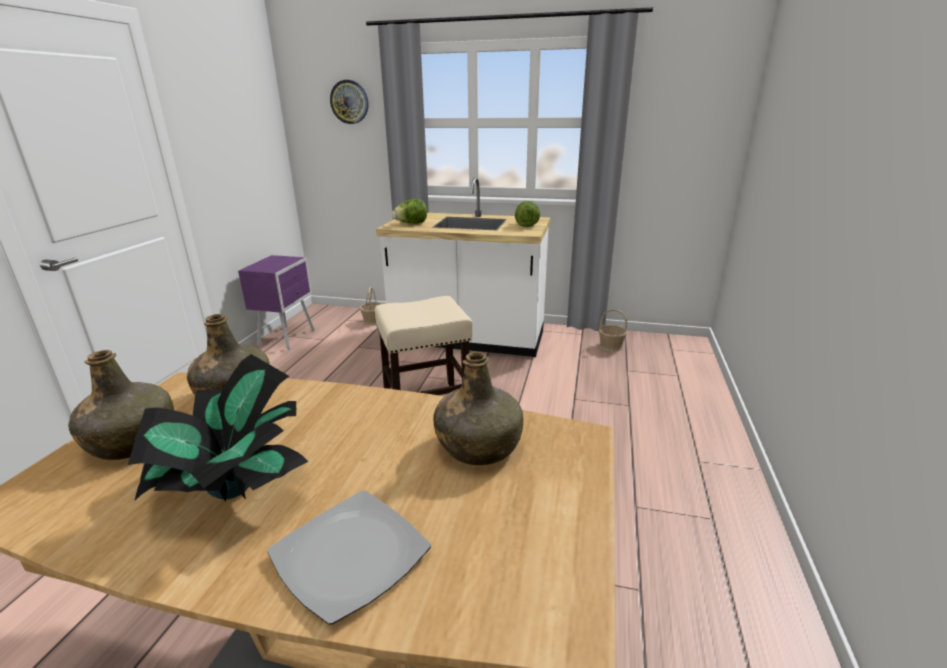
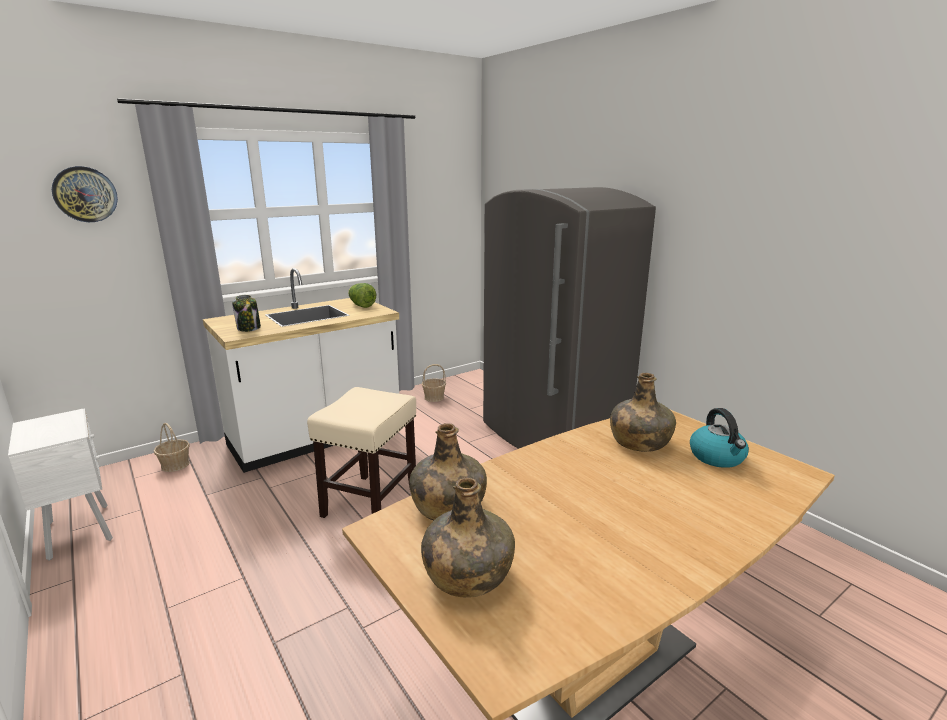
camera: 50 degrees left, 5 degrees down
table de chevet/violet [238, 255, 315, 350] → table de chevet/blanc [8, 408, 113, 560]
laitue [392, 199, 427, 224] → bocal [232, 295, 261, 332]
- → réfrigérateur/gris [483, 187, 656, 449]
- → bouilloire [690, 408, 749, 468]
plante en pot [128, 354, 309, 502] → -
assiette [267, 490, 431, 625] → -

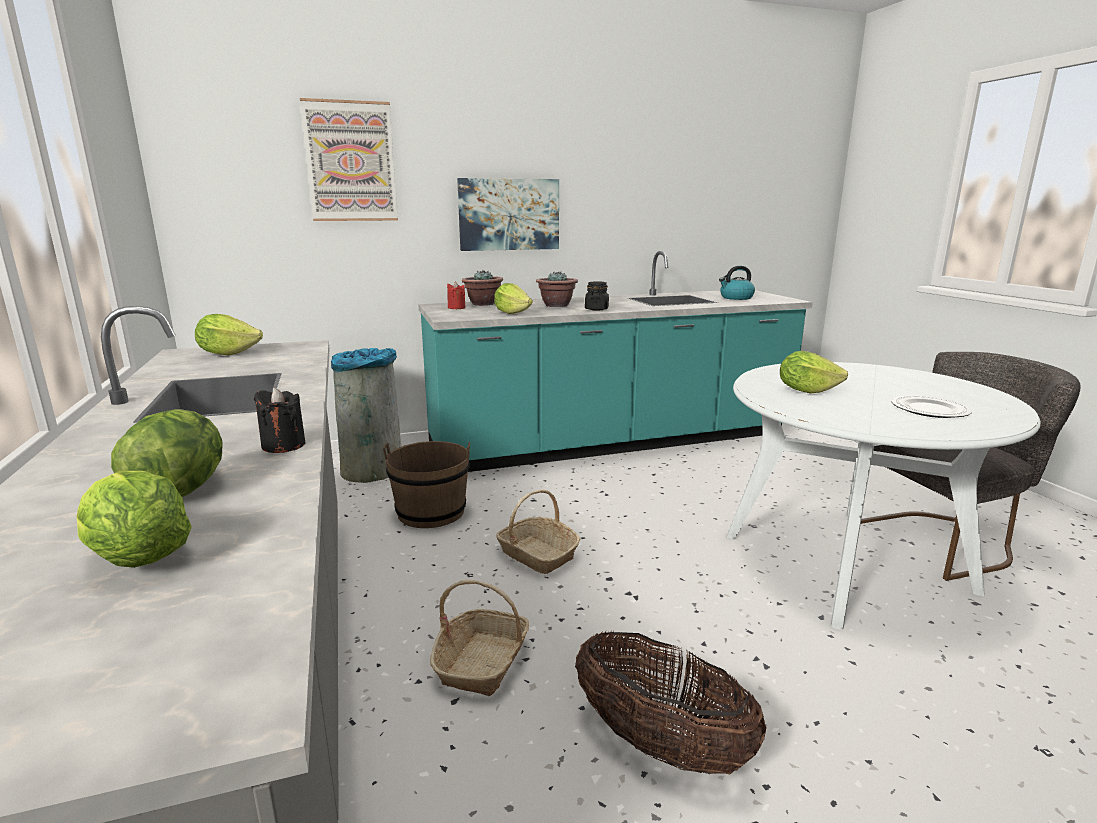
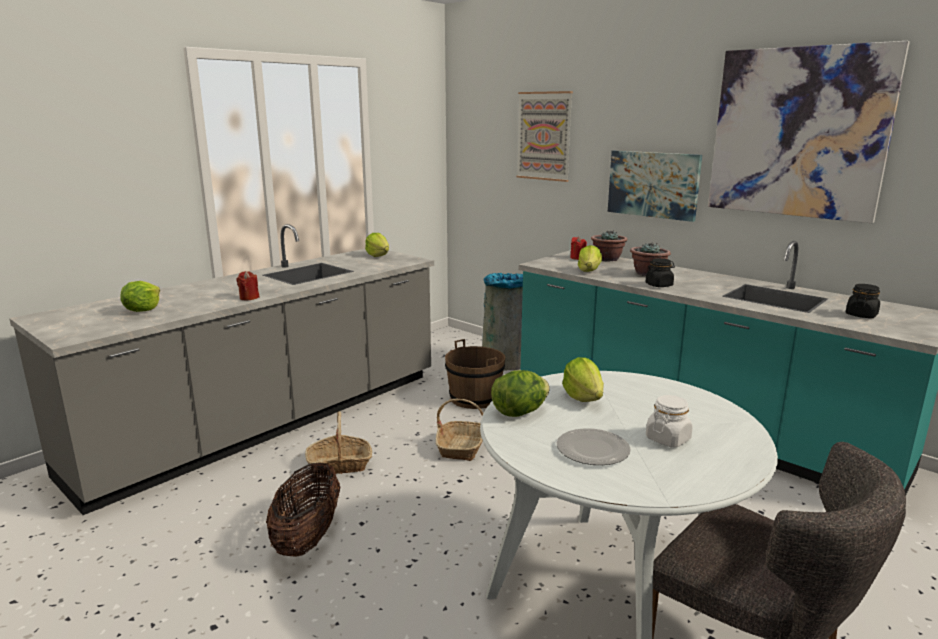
camera: 60 degrees right, 0 degrees up
bougie/noir [254, 388, 306, 453] → bougie/rouge [236, 271, 260, 301]
laitue [111, 409, 223, 497] → laitue [491, 370, 550, 417], relocated
- → bocal/blanc [646, 395, 693, 448]
- → tableau [708, 41, 910, 223]
bouilloire [719, 266, 755, 300] → bocal/noir [846, 284, 880, 318]

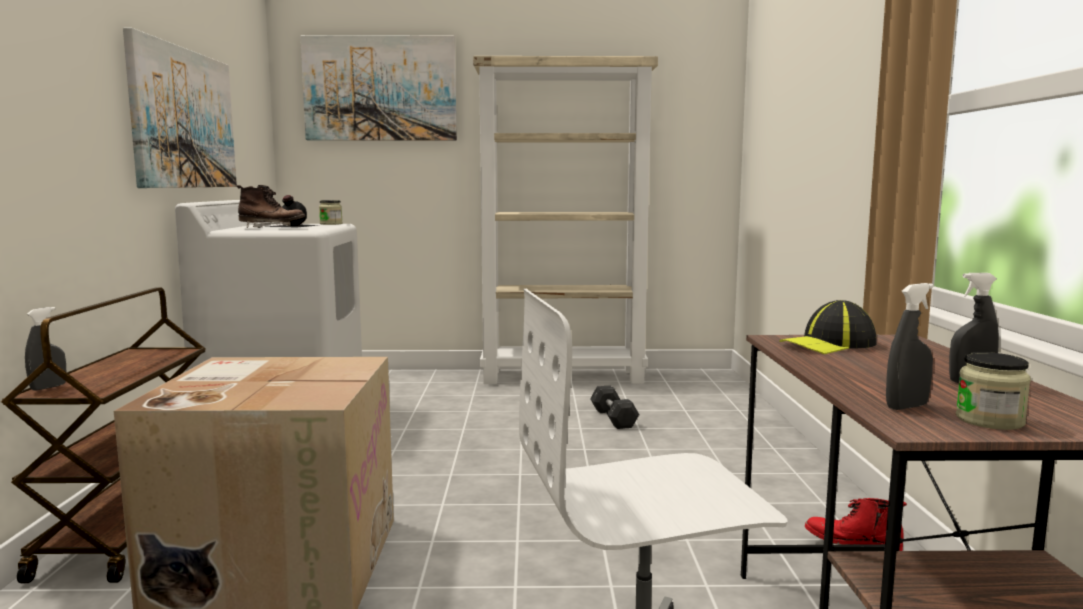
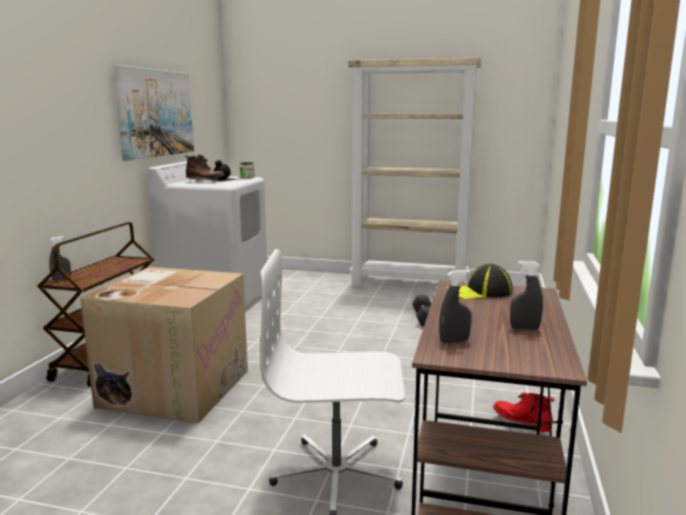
camera: 15 degrees right, 5 degrees up
tableau [300, 35, 457, 140] → -
bocal [956, 352, 1031, 430] → -

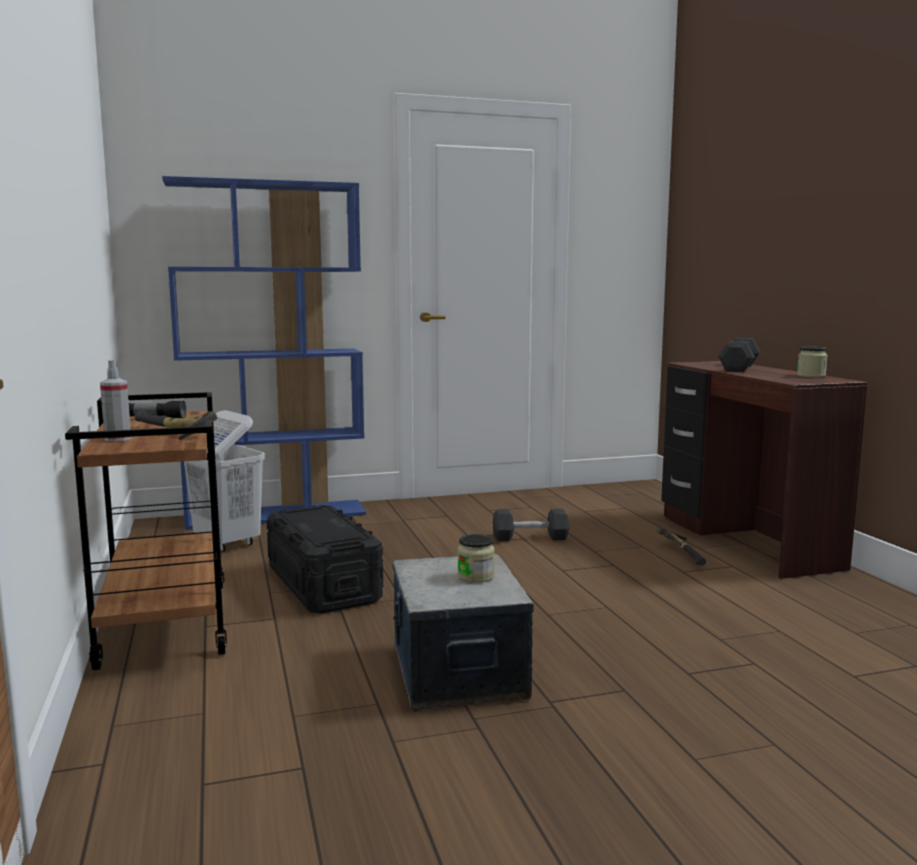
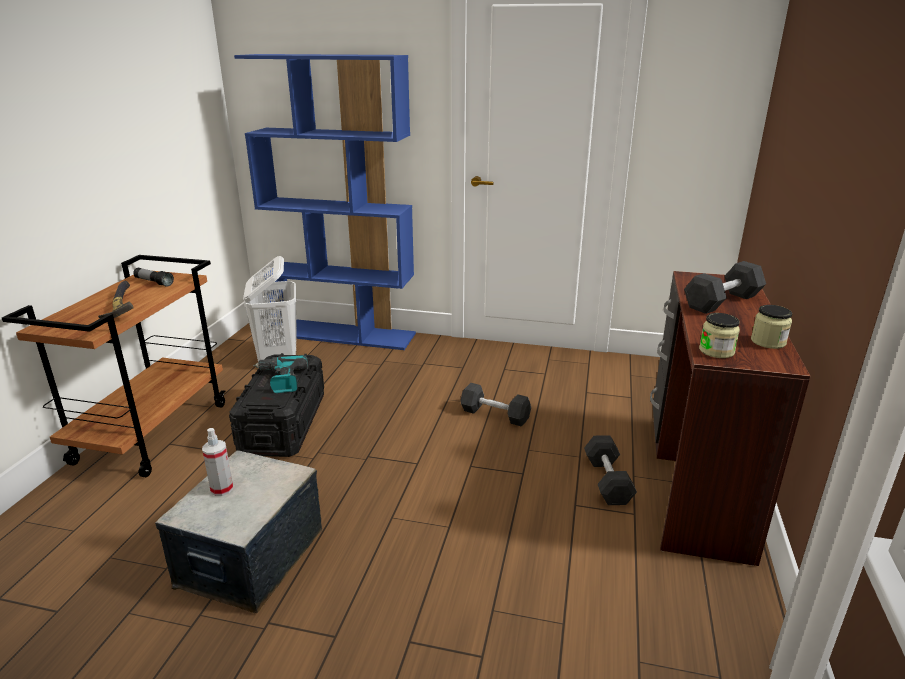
camera: 30 degrees right, 15 degrees up
vaporisateur [100, 360, 131, 442] → vaporisateur [202, 428, 233, 496], relocated
- → perceuse [253, 355, 308, 393]
marteau [657, 527, 706, 565] → haltère/noir [584, 435, 637, 505]
bocal [457, 534, 495, 583] → bocal [699, 313, 740, 358], relocated

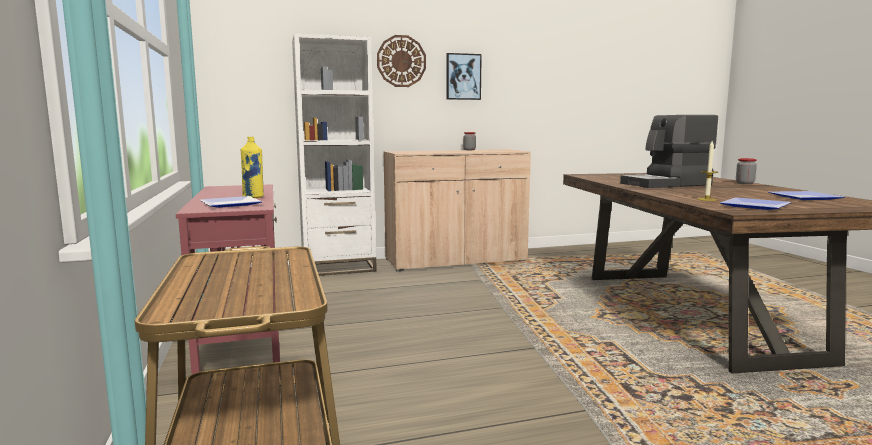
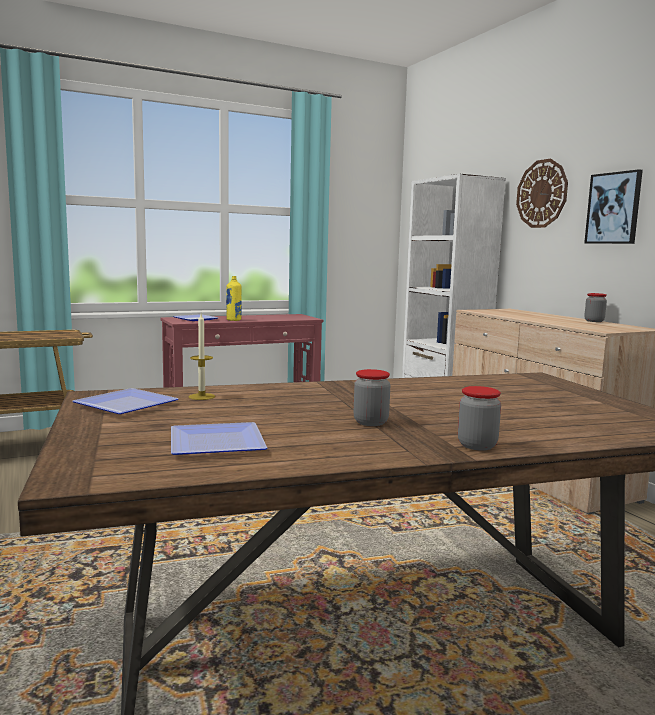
camera: 80 degrees right, 0 degrees up
- → bocal [353, 369, 390, 426]
machine à café [620, 115, 718, 188] → -

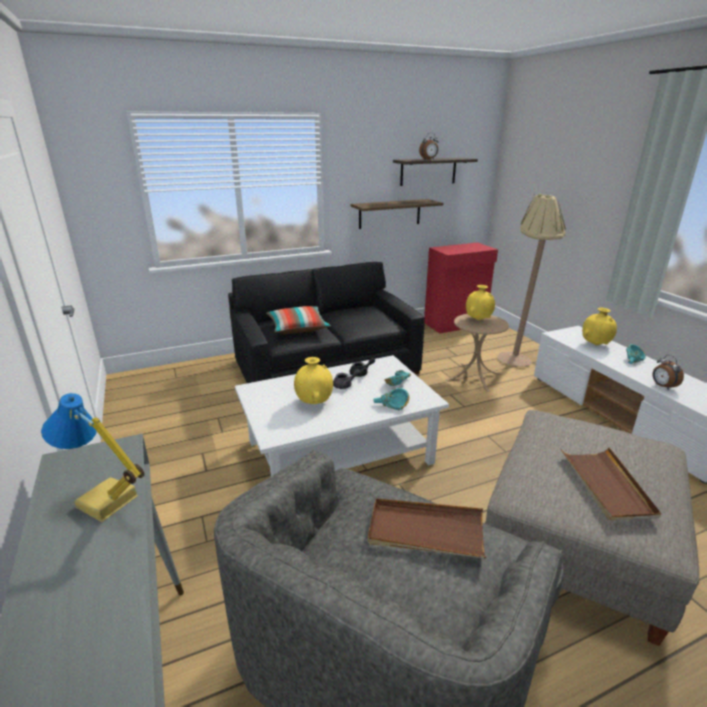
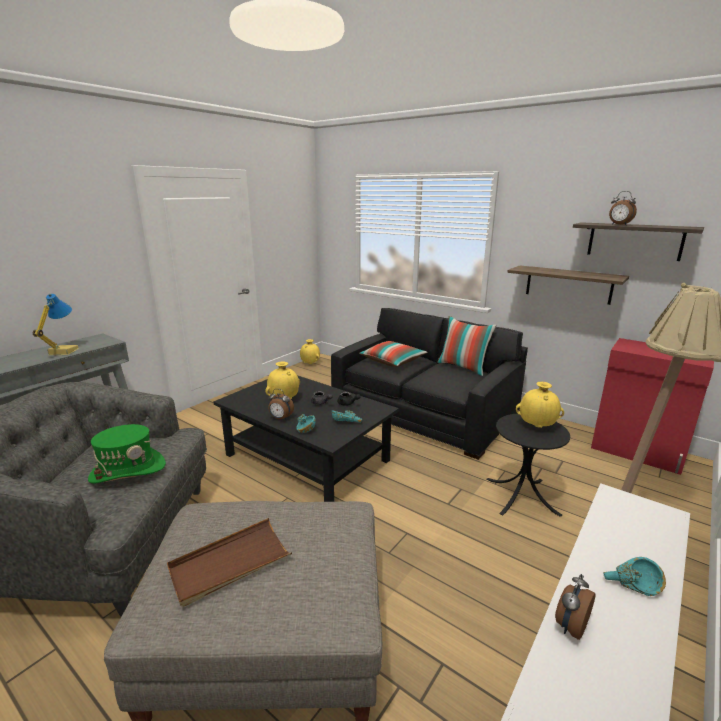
camera: 60 degrees right, 5 degrees down
plateau/marron [368, 498, 486, 558] → chapeau/vert [88, 424, 166, 484]
table basse/blanc [235, 355, 449, 476] → table basse/noir [213, 376, 399, 502]
- → réveil [268, 389, 294, 420]
vase/jaune [582, 308, 617, 345] → vase/jaune [300, 339, 320, 364], relocated
- → coussin [437, 316, 496, 376]
table d'appoint/beige [445, 314, 509, 392] → table d'appoint/noir [486, 414, 570, 517]

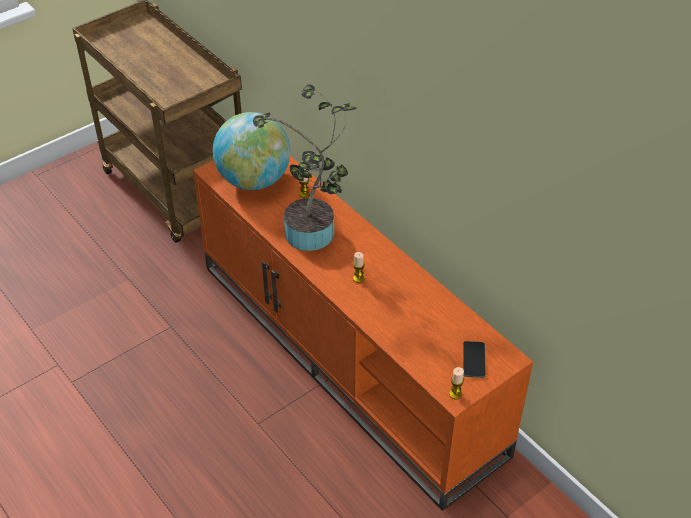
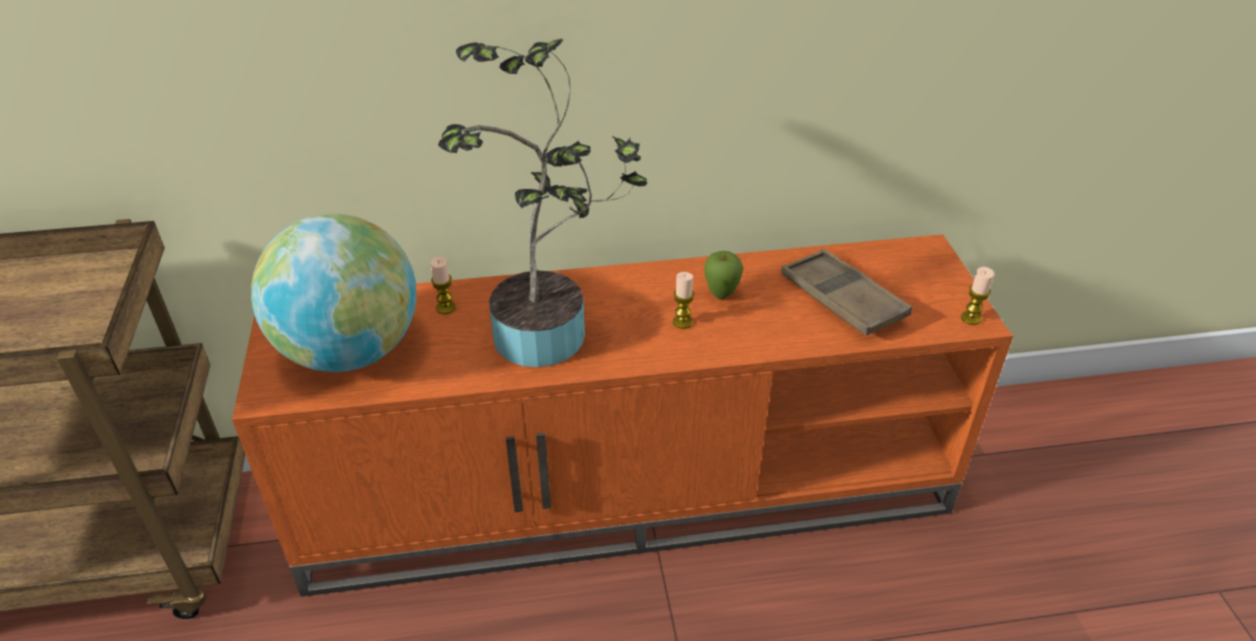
camera: 60 degrees left, 5 degrees down
- → pomme [704, 251, 743, 300]
- → plateau/marron [781, 249, 912, 336]
téléphone [463, 341, 486, 378] → -

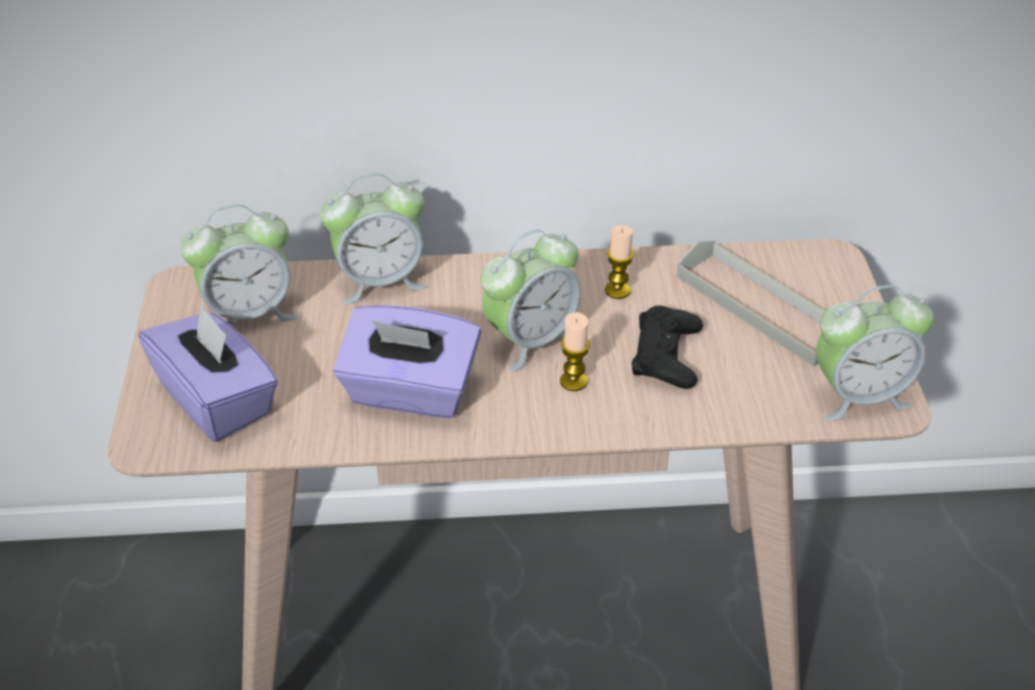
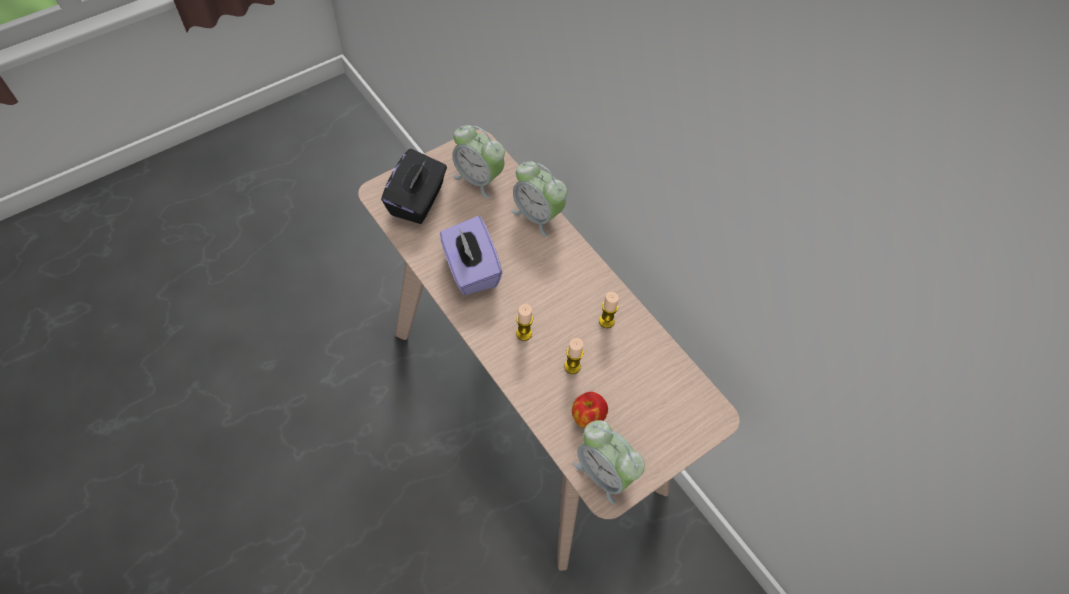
camera: 55 degrees right, 15 degrees up
boîte à mouchoirs/violet [139, 304, 278, 442] → boîte à mouchoirs/noir [381, 149, 447, 224]
manette/noir [632, 305, 703, 389] → bougie [564, 338, 583, 374]
- → pomme [572, 392, 608, 428]
réveil [481, 230, 581, 372] → -
plateau/gris [676, 240, 825, 367] → -

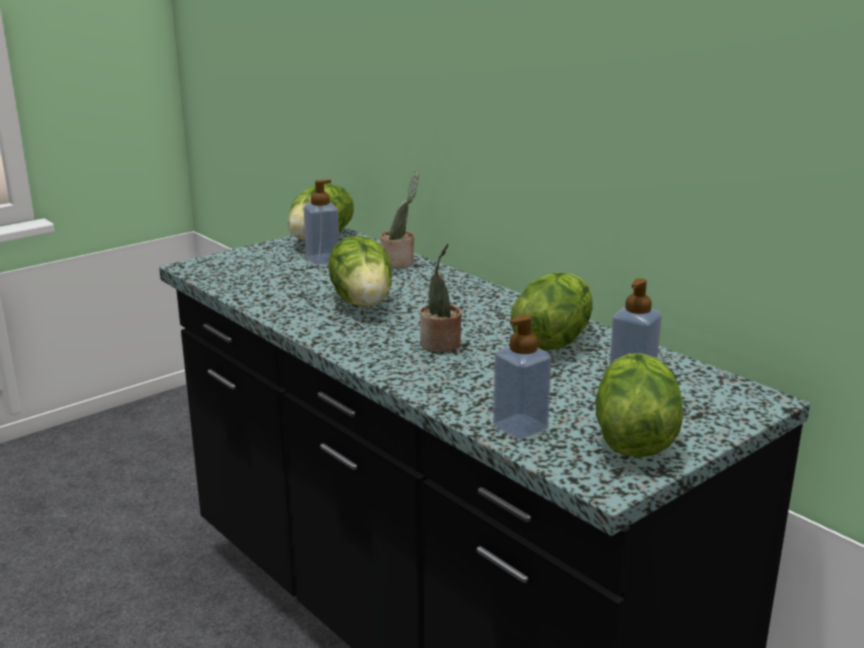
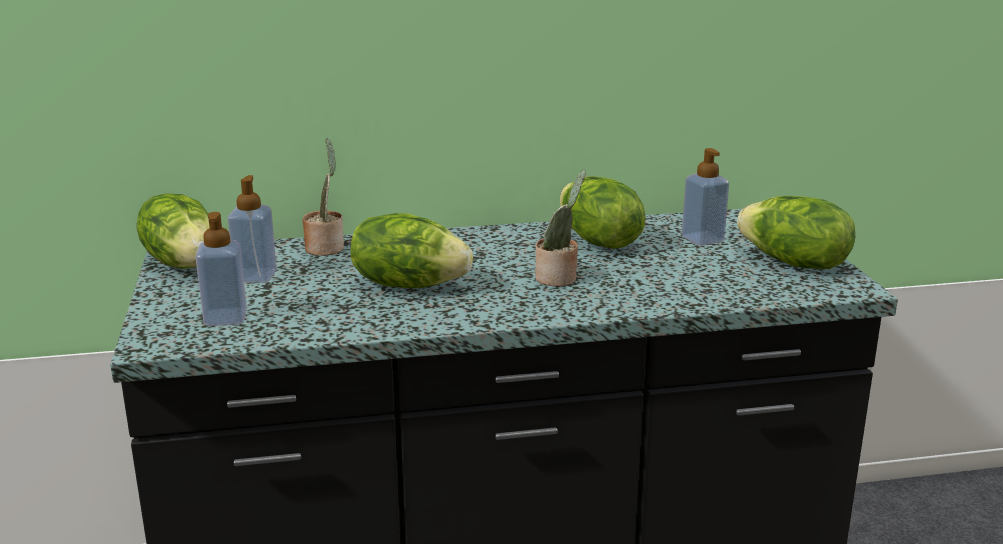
camera: 60 degrees left, 0 degrees up
distributeur de savon [493, 315, 552, 440] → distributeur de savon [196, 212, 247, 326], relocated

